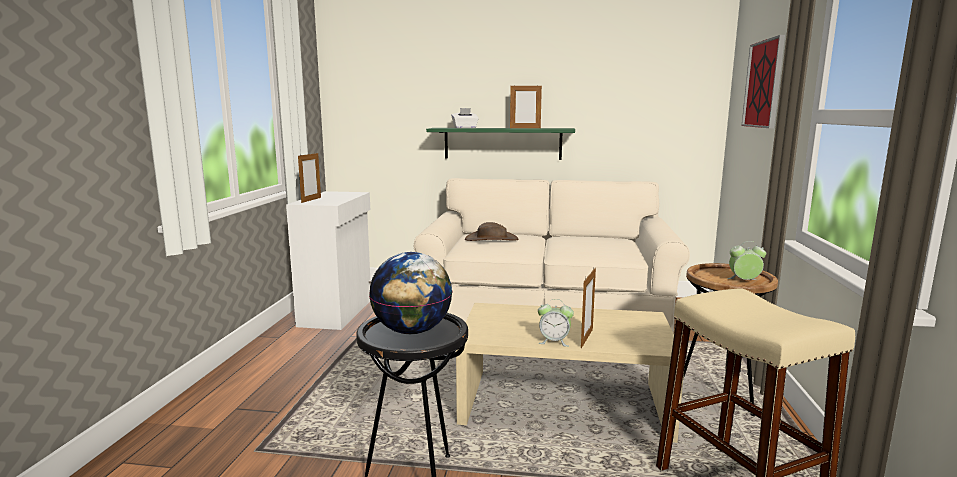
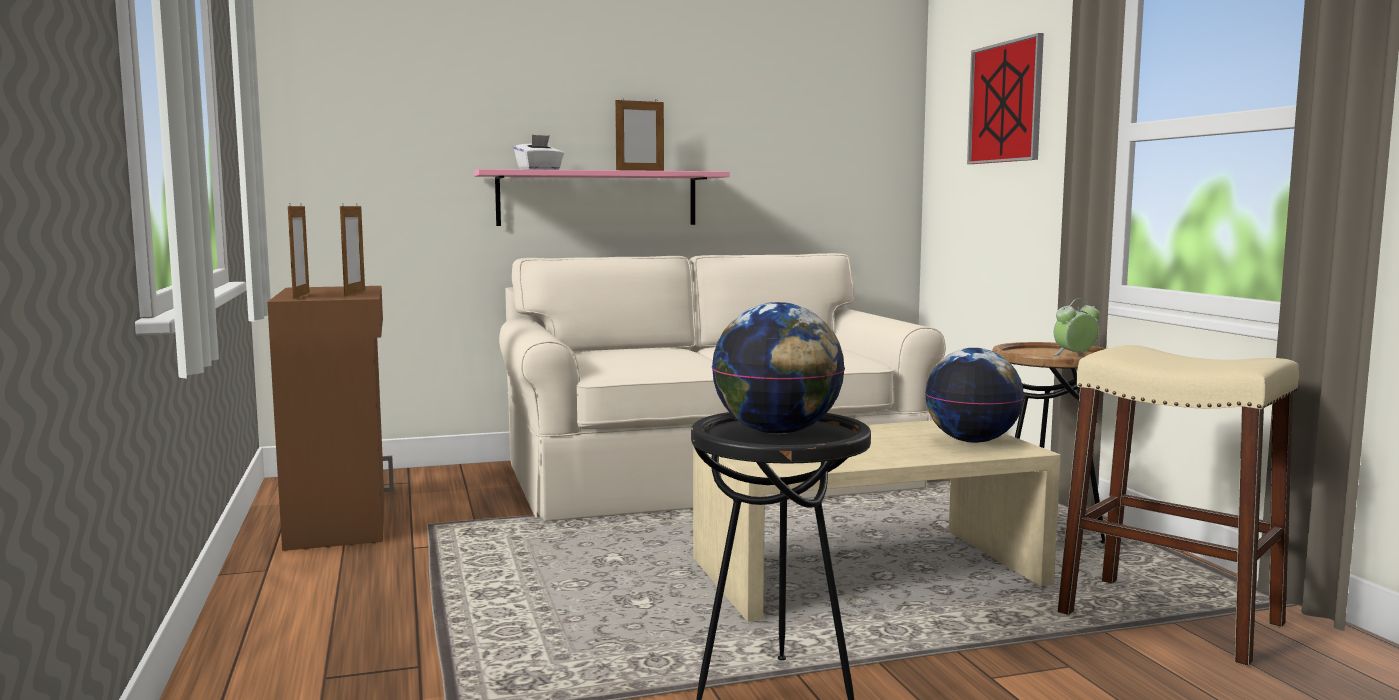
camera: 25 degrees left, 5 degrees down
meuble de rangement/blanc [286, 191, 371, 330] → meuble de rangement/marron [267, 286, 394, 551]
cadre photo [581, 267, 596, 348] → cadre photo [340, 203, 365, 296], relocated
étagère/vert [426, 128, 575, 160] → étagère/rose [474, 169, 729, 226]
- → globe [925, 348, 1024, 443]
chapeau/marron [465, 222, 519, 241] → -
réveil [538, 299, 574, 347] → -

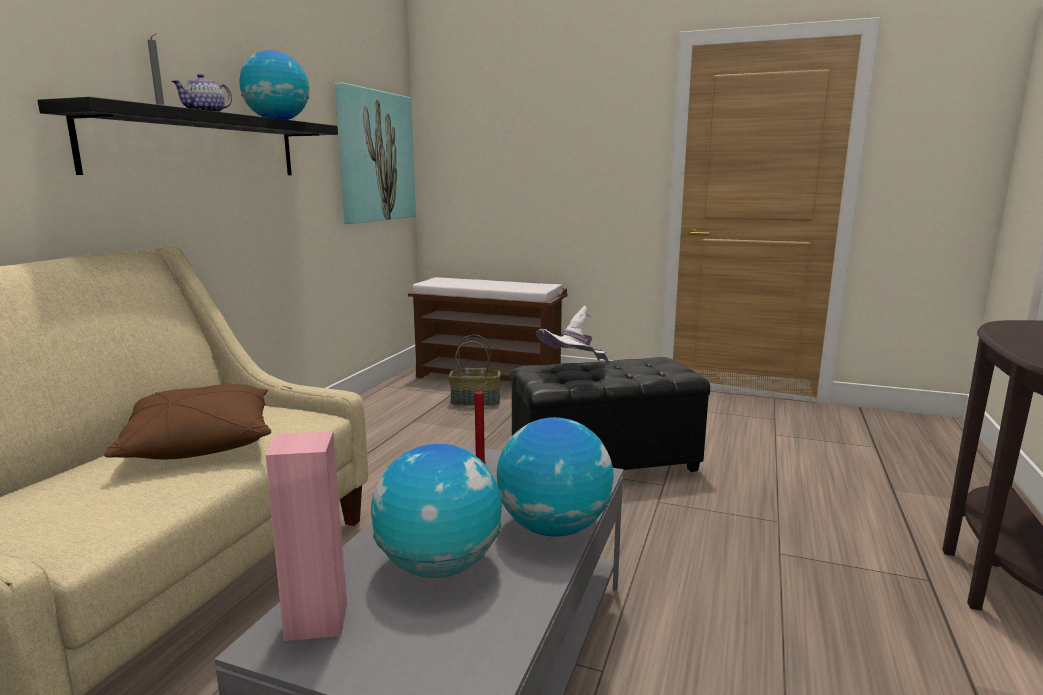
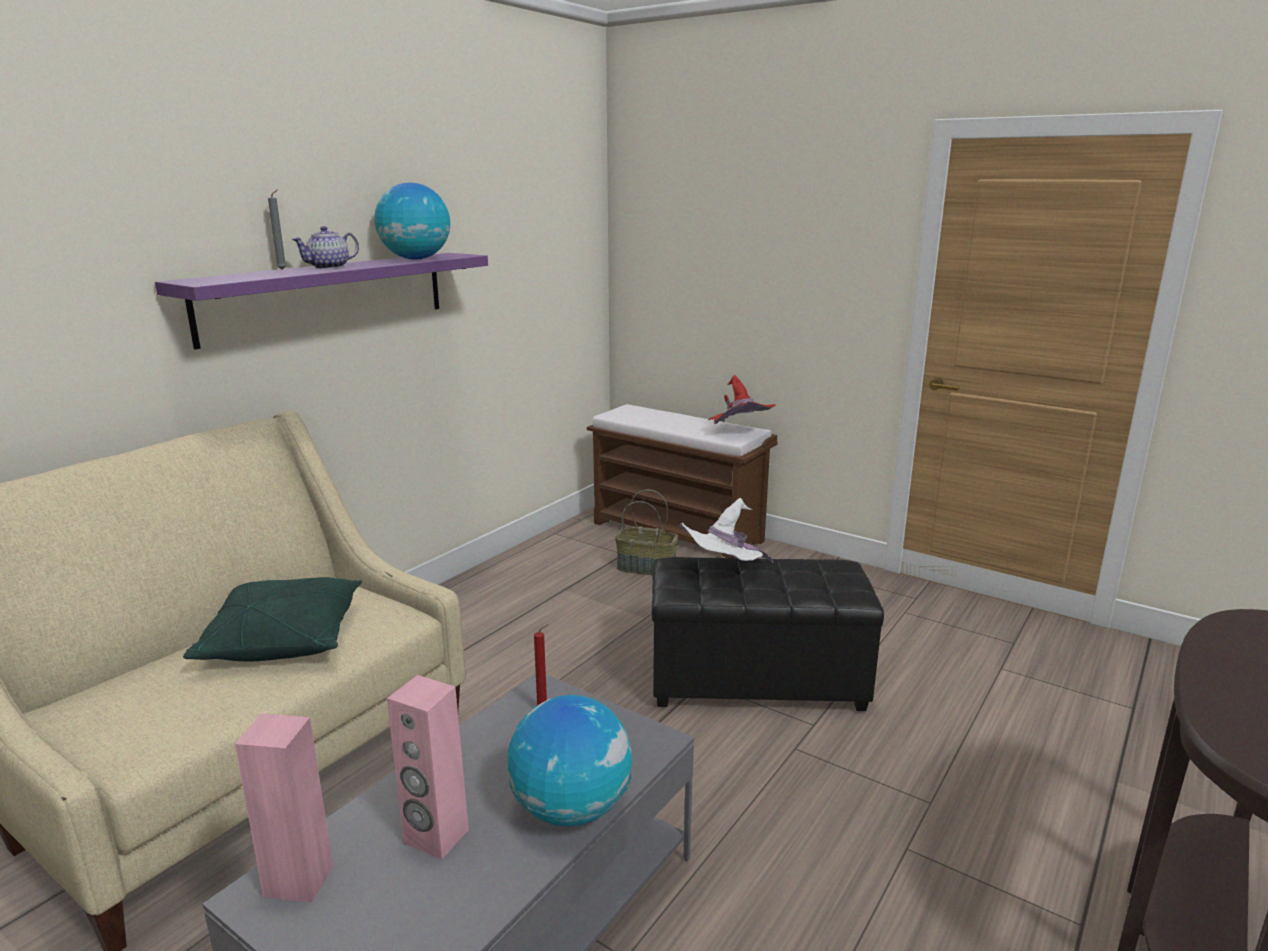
camera: 15 degrees right, 5 degrees up
étagère/noir [37, 97, 338, 175] → étagère/violet [155, 253, 488, 349]
coussin/marron [104, 383, 271, 459] → coussin/vert [183, 577, 362, 661]
globe [371, 444, 502, 578] → enceinte/rose [387, 675, 469, 859]
- → chapeau/rouge [708, 375, 776, 424]
tableau [335, 82, 416, 224] → -

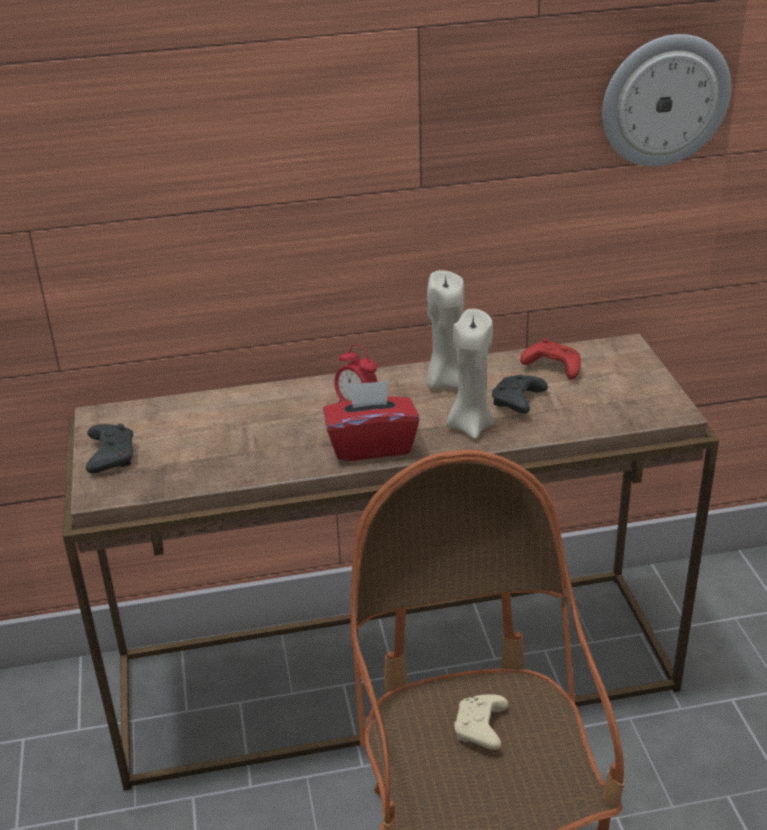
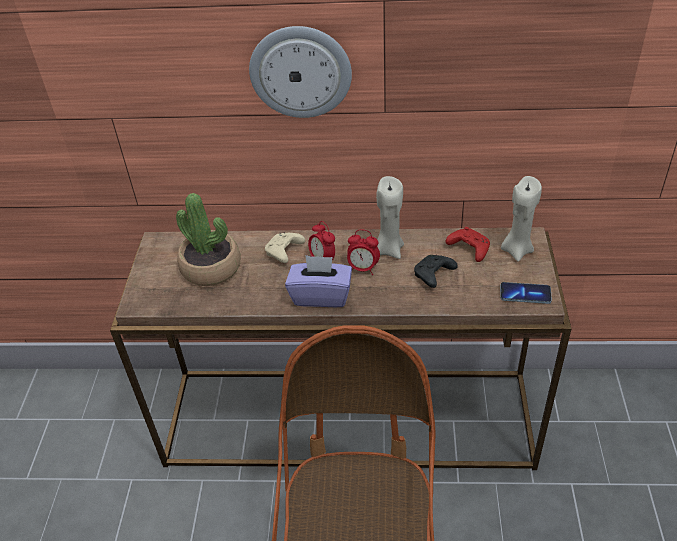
camera: 15 degrees right, 10 degrees up
- → plante en pot [176, 193, 240, 286]
horloge murale [602, 34, 731, 167] → horloge murale [249, 26, 352, 118], relocated
manette/beige [454, 694, 509, 750] → manette/beige [265, 233, 305, 263], relocated
boîte à mouchoirs/rouge [323, 381, 420, 461] → boîte à mouchoirs/violet [285, 255, 352, 307]
- → réveil [347, 229, 380, 275]
- → téléphone [500, 282, 552, 304]
bougie/beige [447, 309, 495, 439] → bougie/beige [501, 176, 542, 262], relocated
manette/noir [86, 424, 133, 473] → -

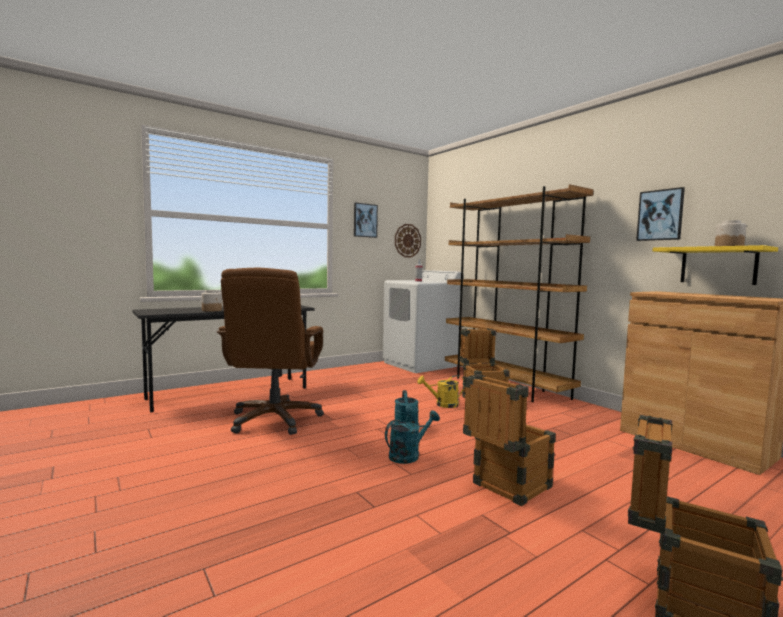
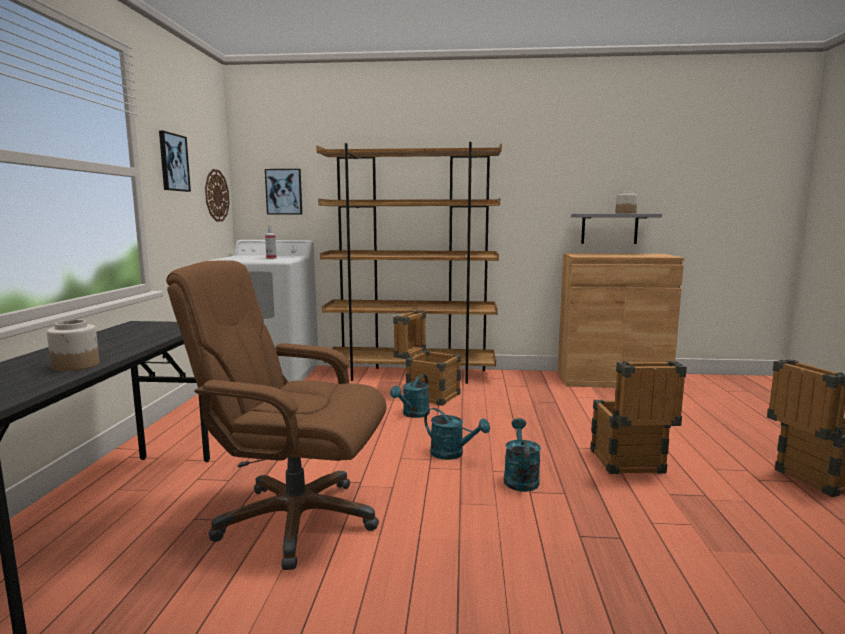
camera: 50 degrees left, 5 degrees up
chaise de bureau/marron [217, 268, 324, 435] → chaise de bureau/marron [166, 260, 386, 570], 150 degrees clockwise
tableau [636, 187, 685, 241] → tableau [265, 169, 302, 214], relocated
arrosoir/jaune [417, 375, 465, 408] → arrosoir/turquoise [390, 374, 430, 418]
étagère/jaune [653, 245, 778, 285] → étagère/gris [571, 214, 662, 244]

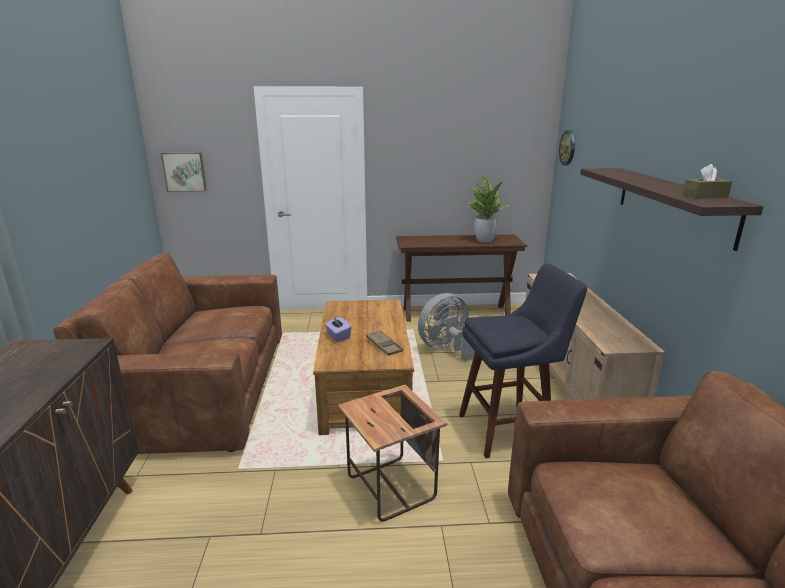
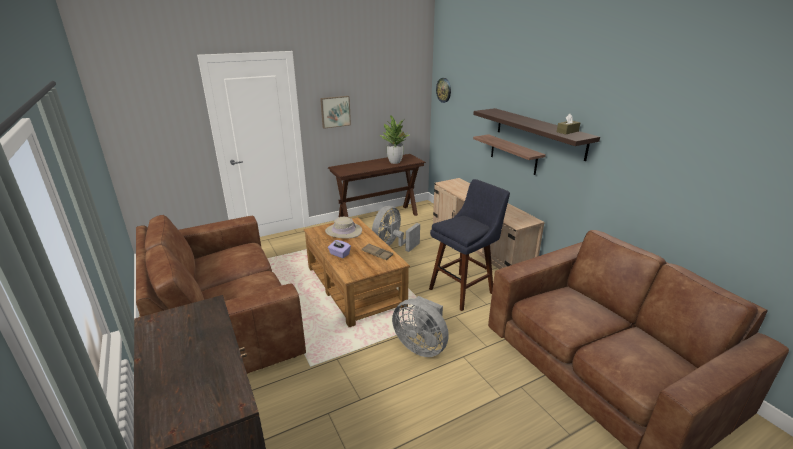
camera: 25 degrees left, 5 degrees up
tableau [161, 152, 207, 192] → tableau [320, 96, 351, 129], relocated
- → chapeau/beige [325, 217, 362, 238]
table d'appoint [338, 385, 447, 522] → ventilateur/gris [392, 296, 449, 357]
- → étagère [473, 134, 546, 175]

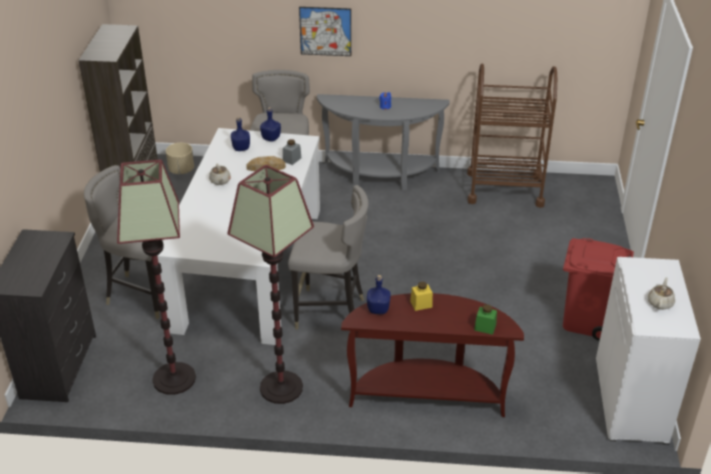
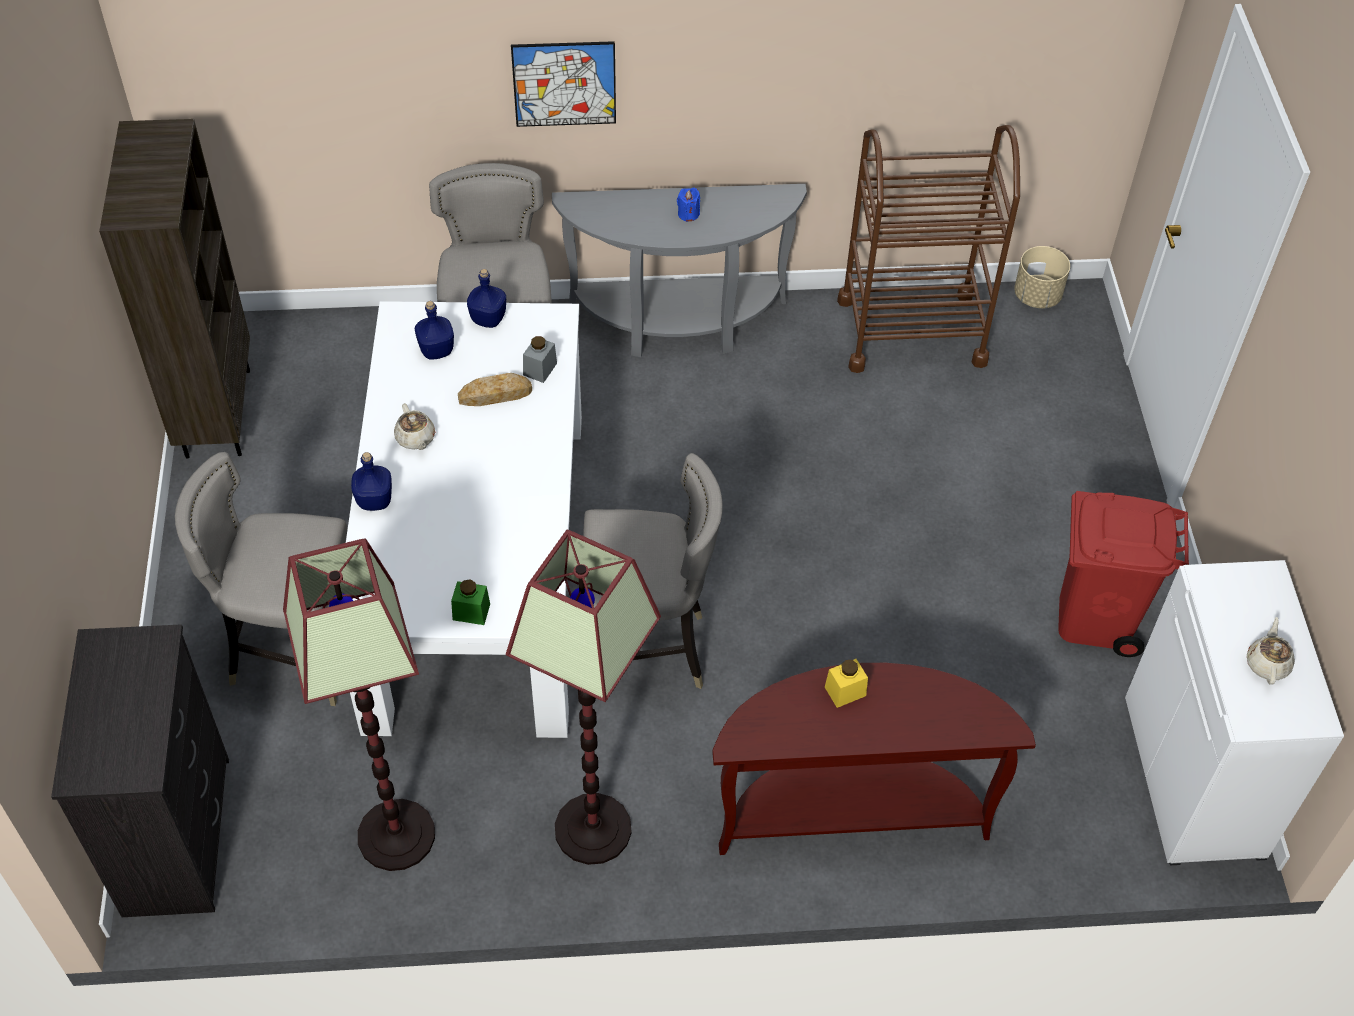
camera: 10 degrees left, 15 degrees up
bouteille/bleu [367, 275, 391, 314] → bouteille/bleu [351, 452, 392, 511], relocated
bocal/vert [474, 304, 497, 335] → bocal/vert [451, 579, 490, 625], relocated
cache-pot/beige [166, 143, 194, 174] → cache-pot/beige [1014, 246, 1070, 308], relocated

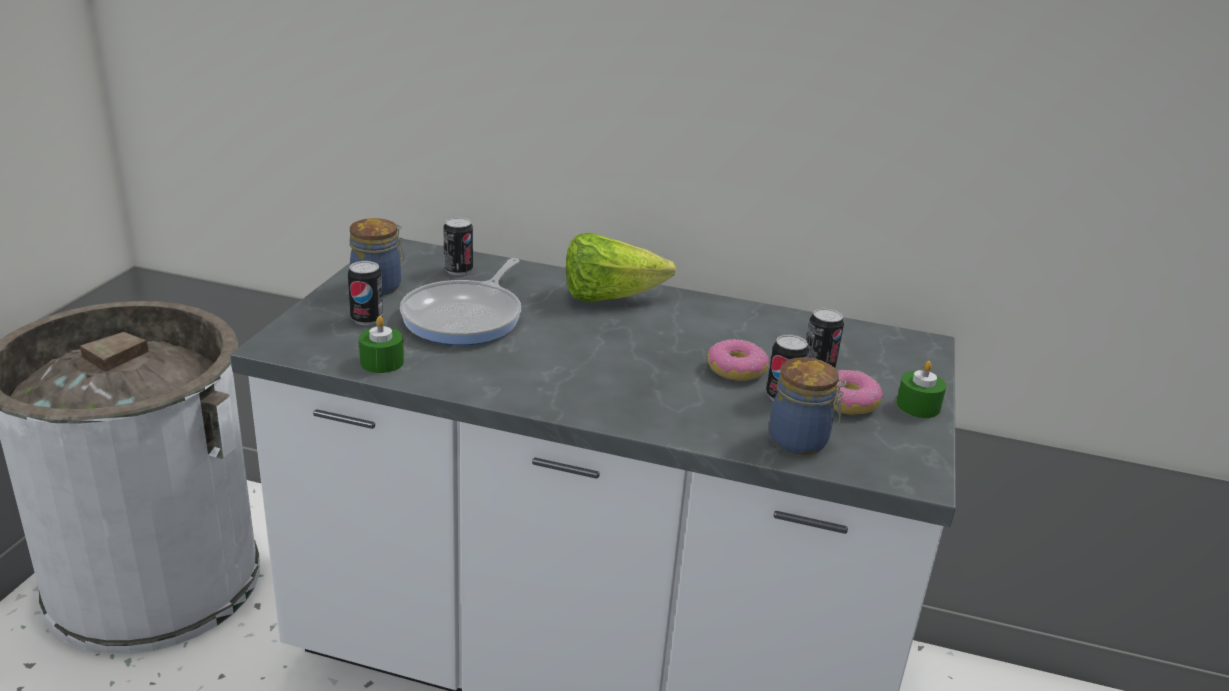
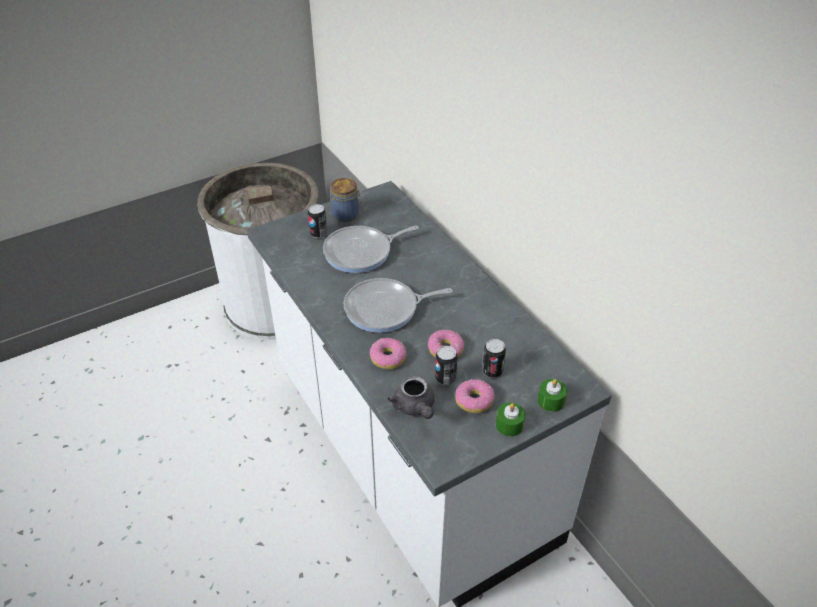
camera: 45 degrees right, 15 degrees up
- → poêle [344, 278, 452, 333]
- → beignet [370, 338, 407, 369]
bocal [769, 357, 846, 455] → théière/gris [388, 376, 435, 419]
bougie/vert [359, 316, 404, 373] → bougie/vert [538, 379, 567, 412], relocated
boîte métallique [443, 217, 473, 275] → -
laitue [566, 233, 676, 302] → -

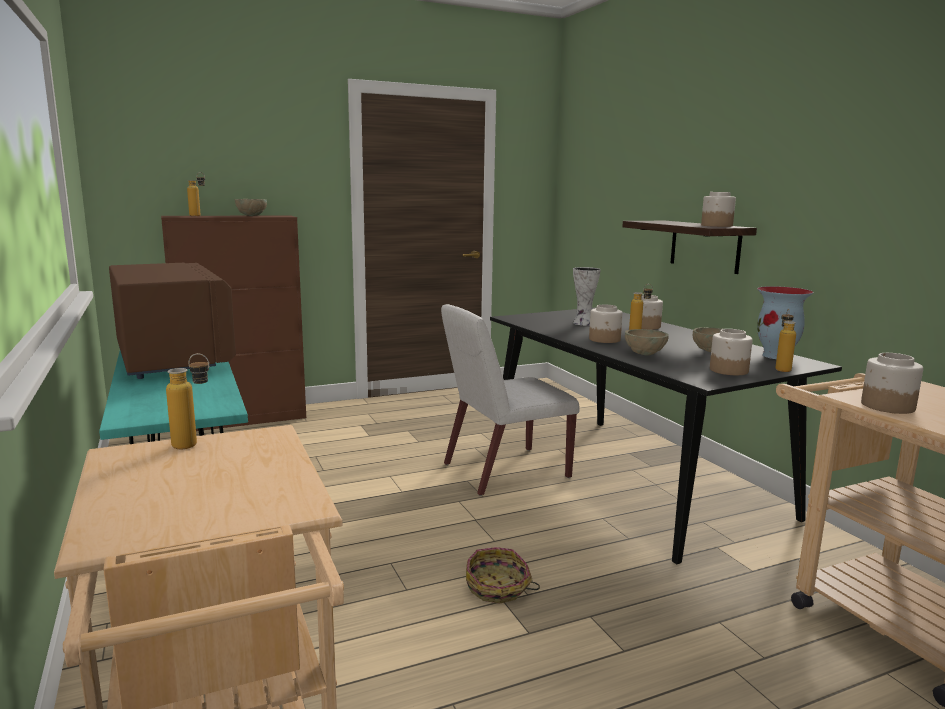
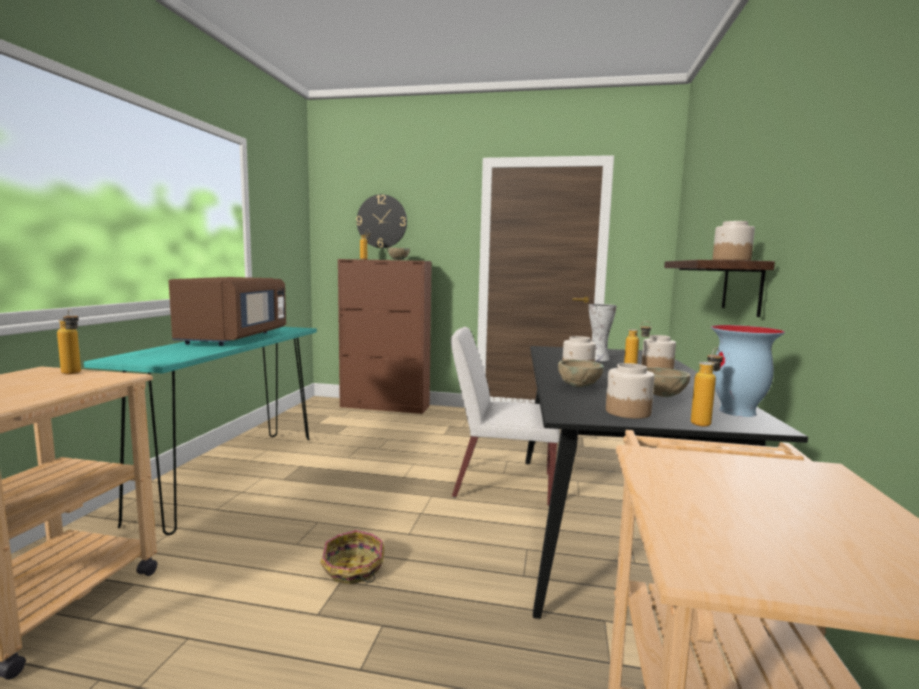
camera: 35 degrees right, 5 degrees down
- → horloge murale [356, 194, 407, 248]
bocal [861, 353, 923, 414] → -

